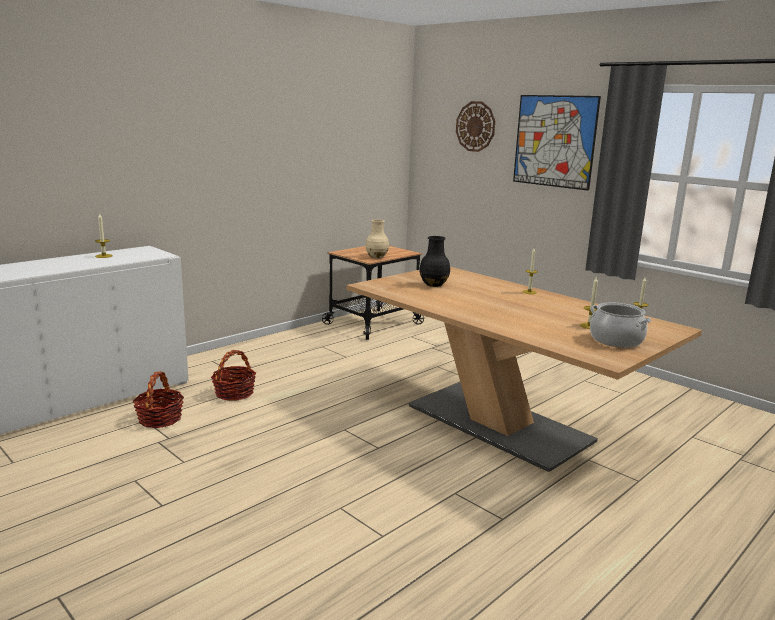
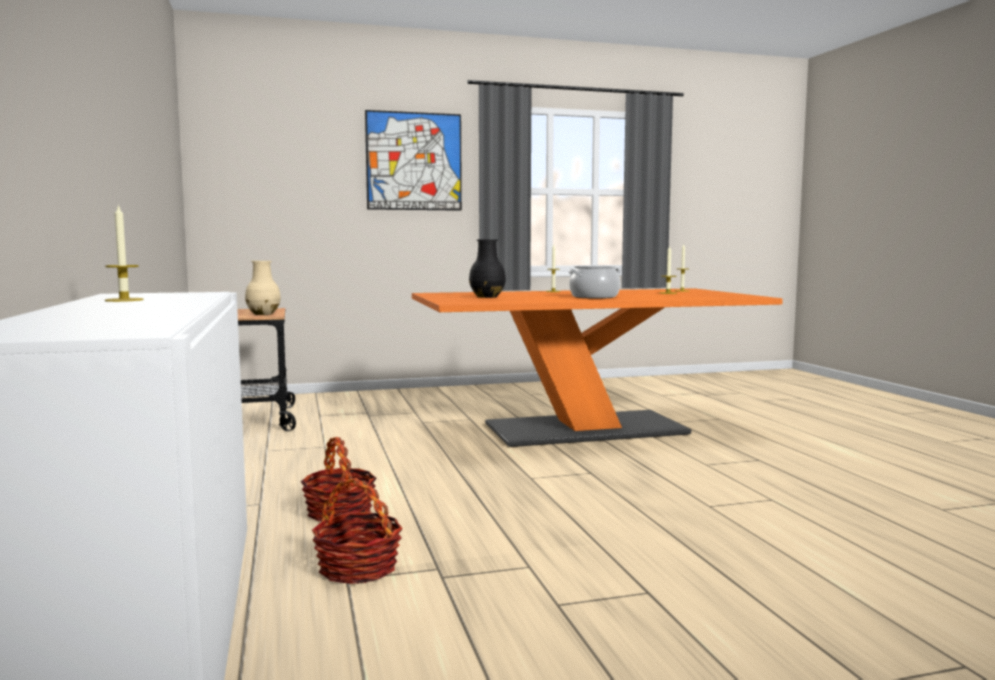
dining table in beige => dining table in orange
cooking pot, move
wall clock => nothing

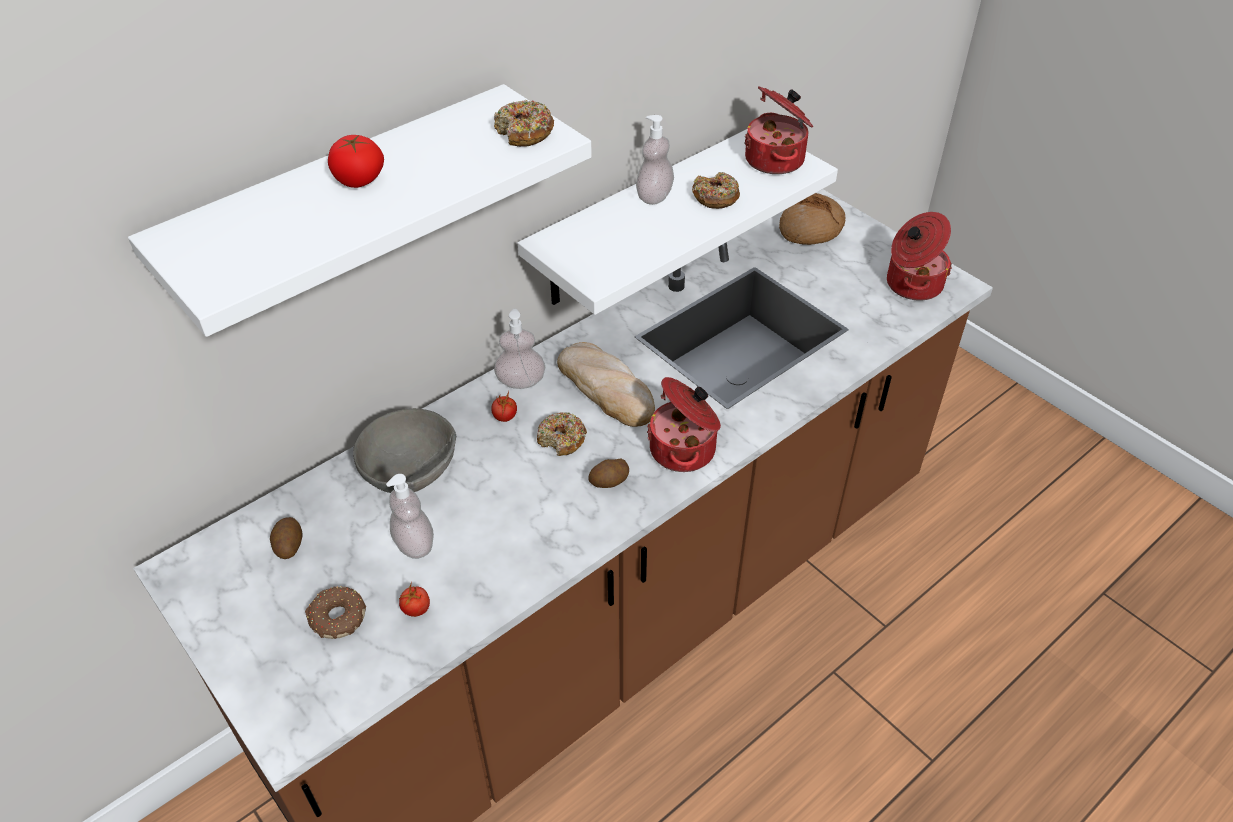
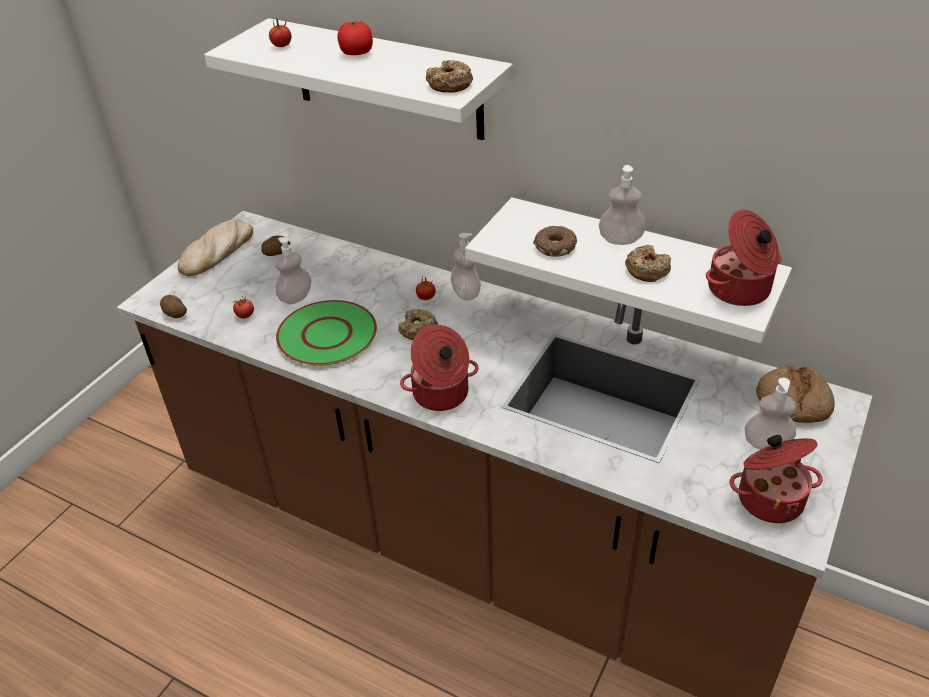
potato (2nd from left in the first image) => potato (1st from left), move
bread (1st from left), move
nothing => tomato (2nd from left)
nothing => plate in green
donut (1st from left in the first image) => donut (3rd from left), move
nothing => soap dispenser (4th from left)
bowl in grey => nothing

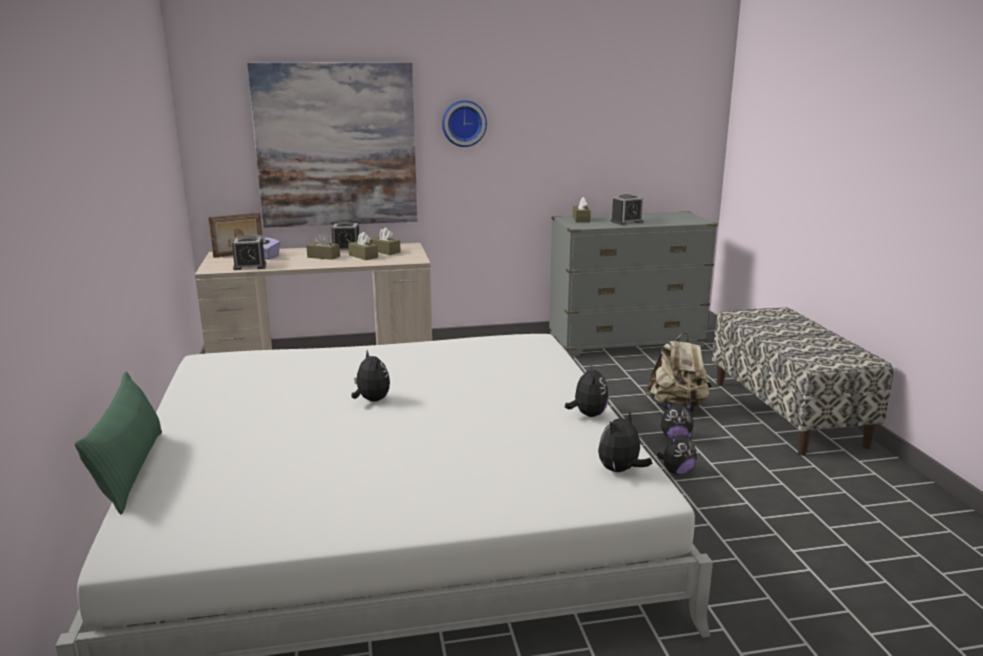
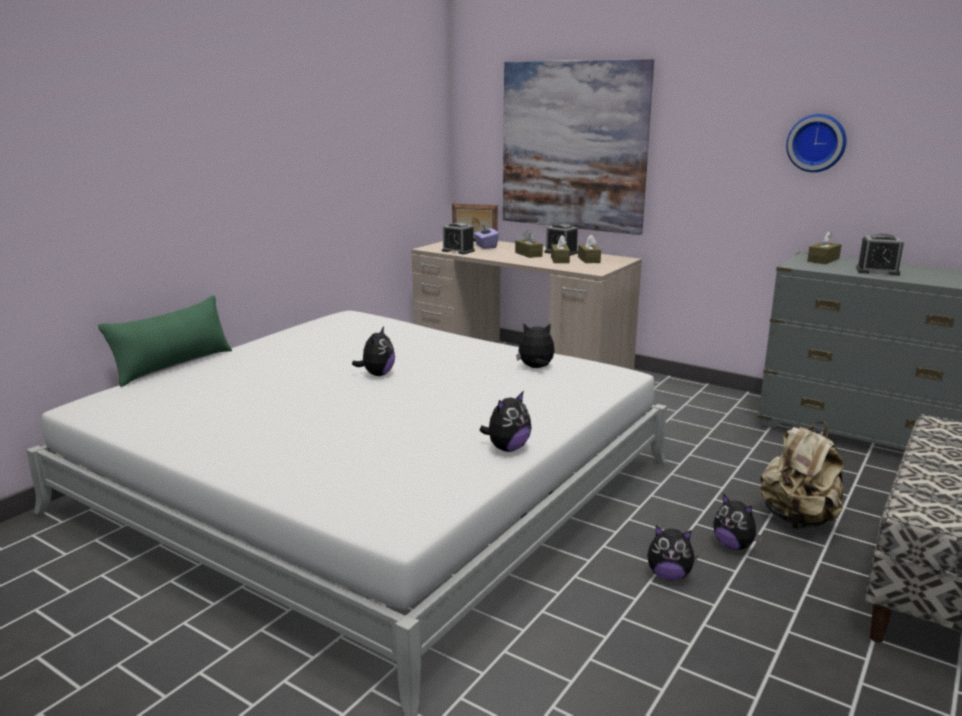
plush toy (3rd from left), move
wall clock, move

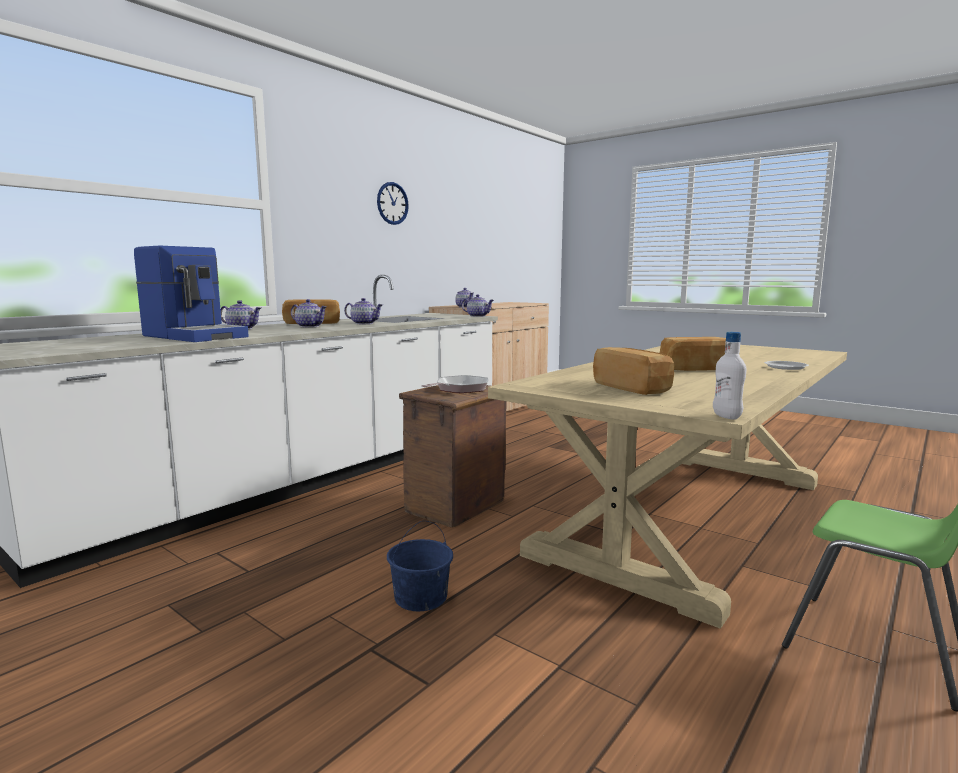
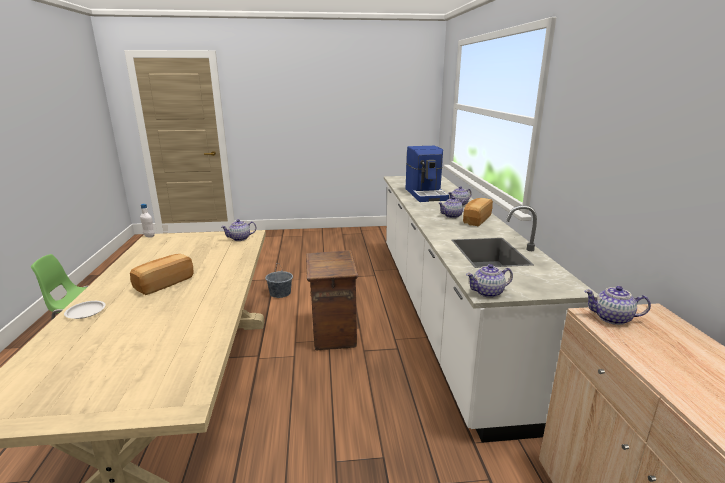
teapot (3rd from left in the first image) => teapot (1st from left), move
bucket in blue => bucket in grey
coffee machine, 90 degrees counterclockwise
wall clock => nothing
frying pan => nothing
bread (2nd from left) => nothing

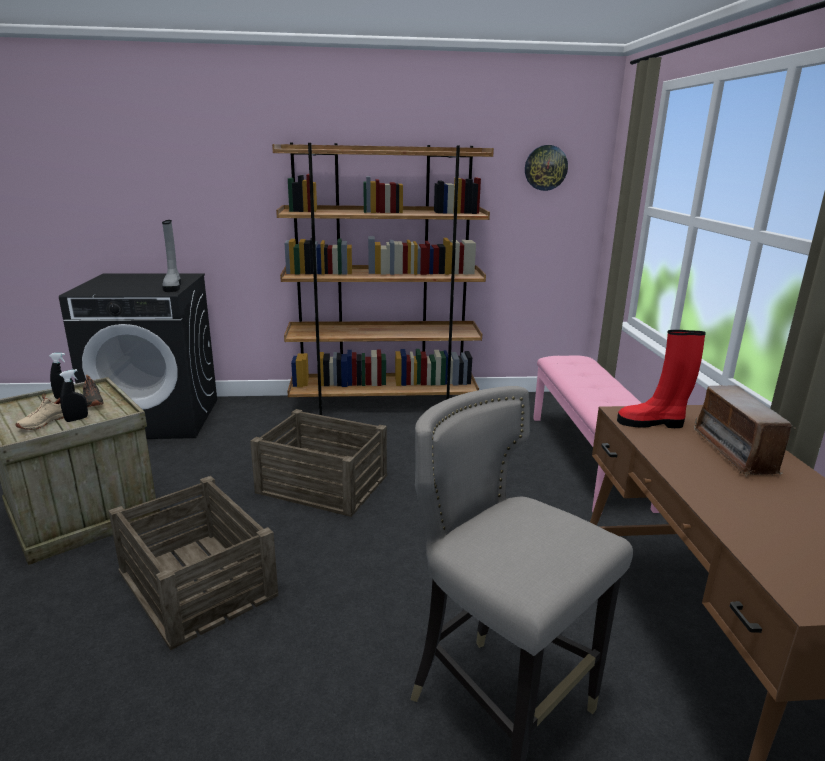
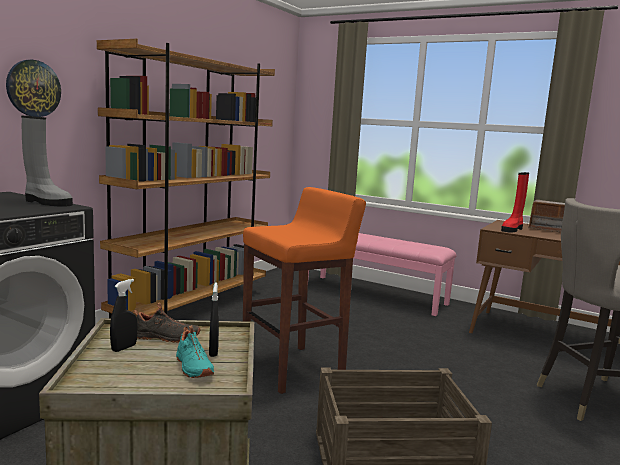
wall clock, move
shoe in beige => shoe in turquoise
crate (3rd from left) => stool in orange

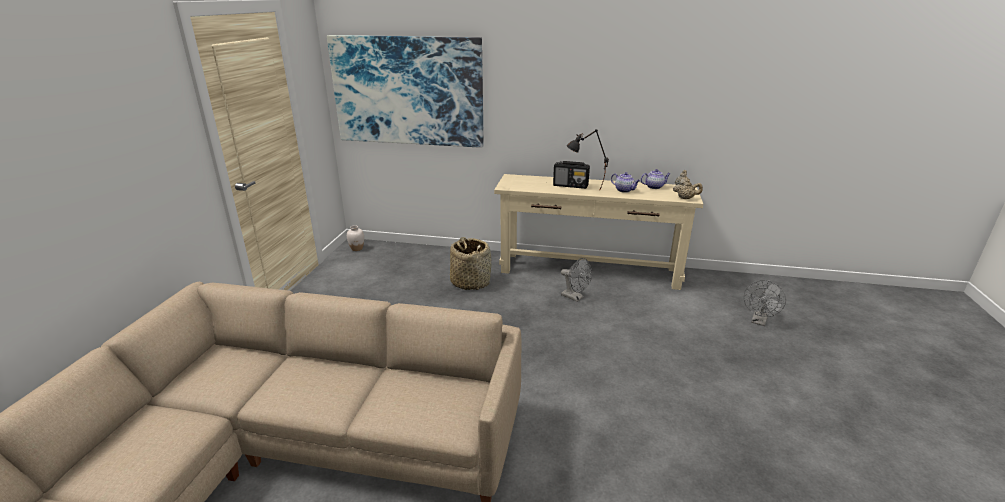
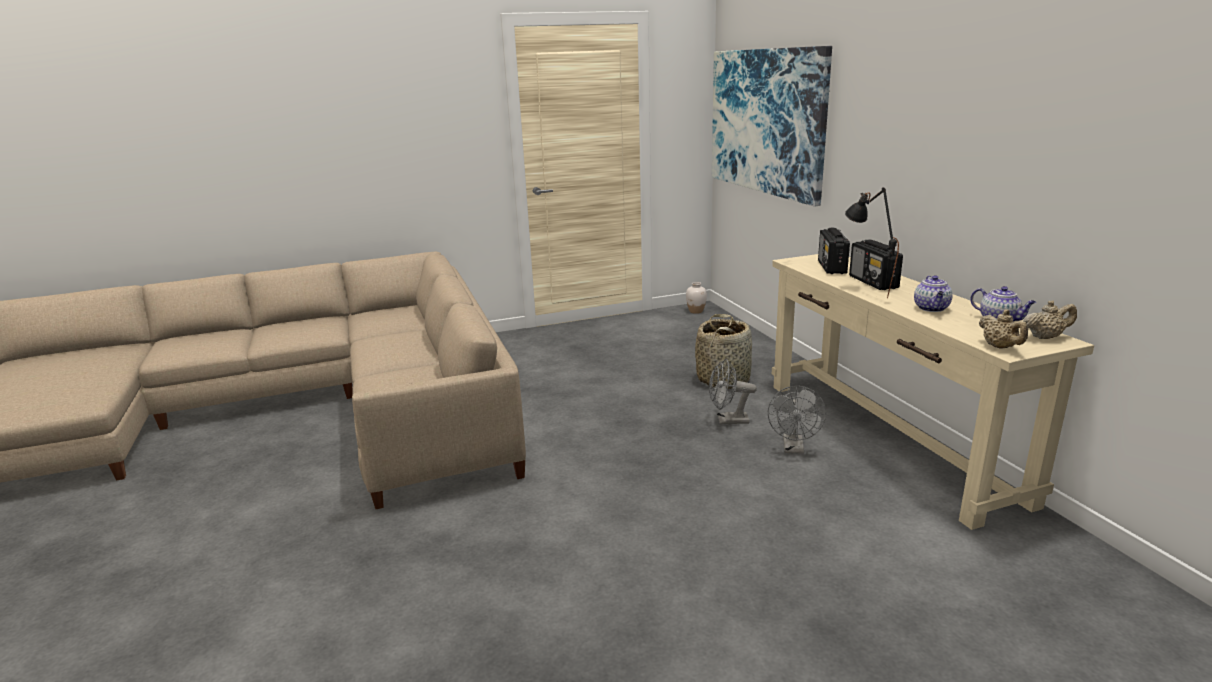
fan in grey (2nd from left in the first image) => fan in grey (1st from left), move
nothing => radio (1st from left)

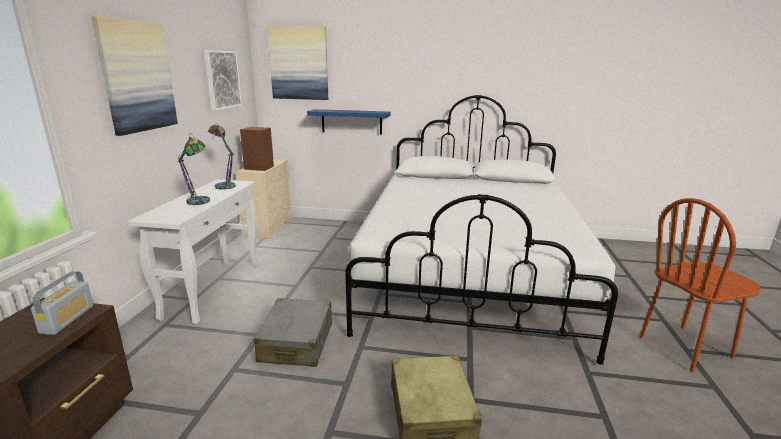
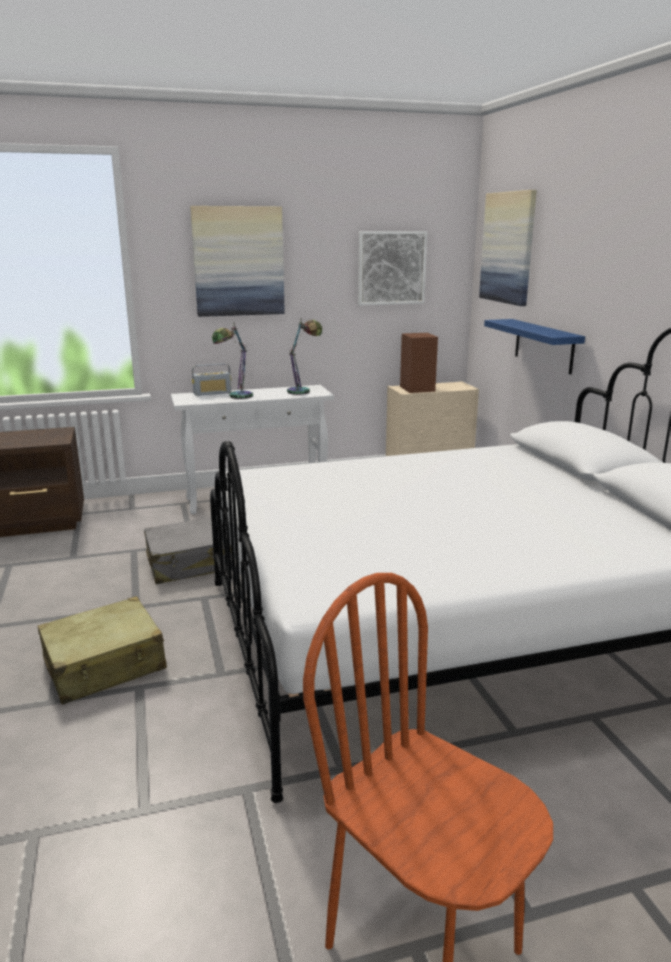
radio, move

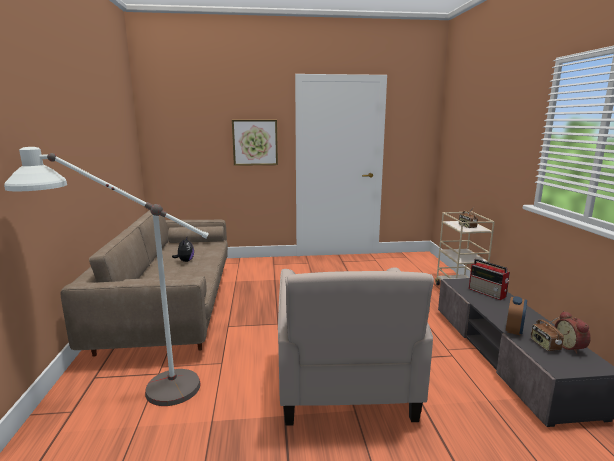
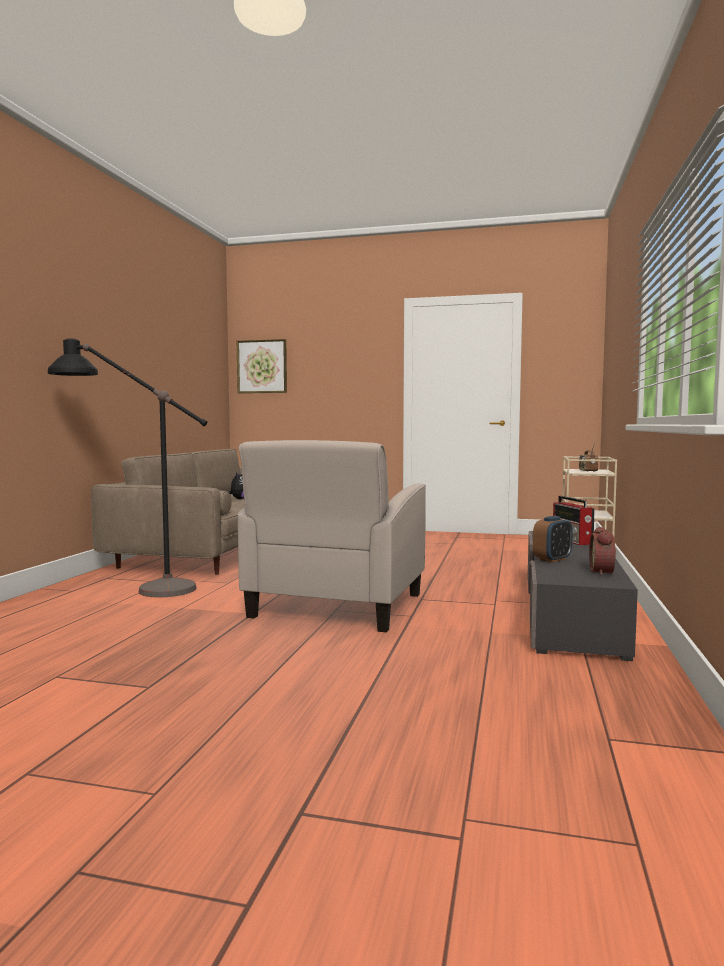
floor lamp in white => floor lamp in black
picture, move
radio (3rd from left) => nothing

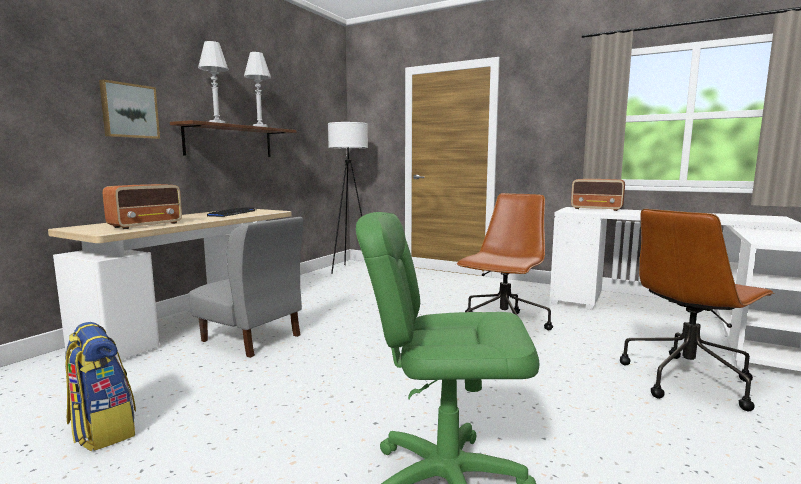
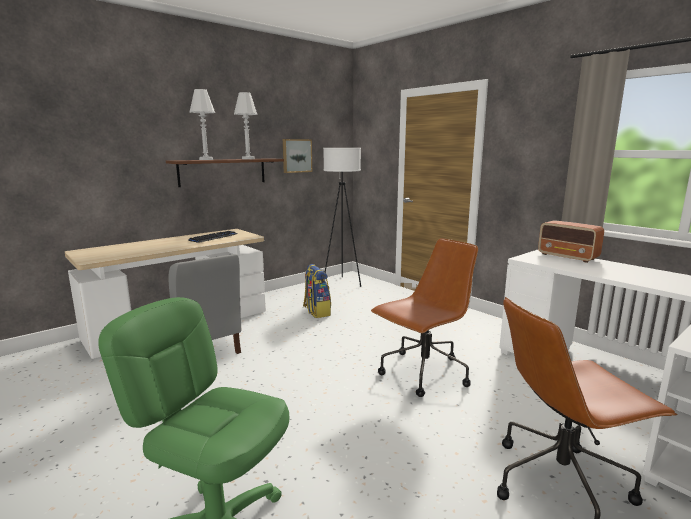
picture, move
backpack, move
radio (1st from left) => nothing

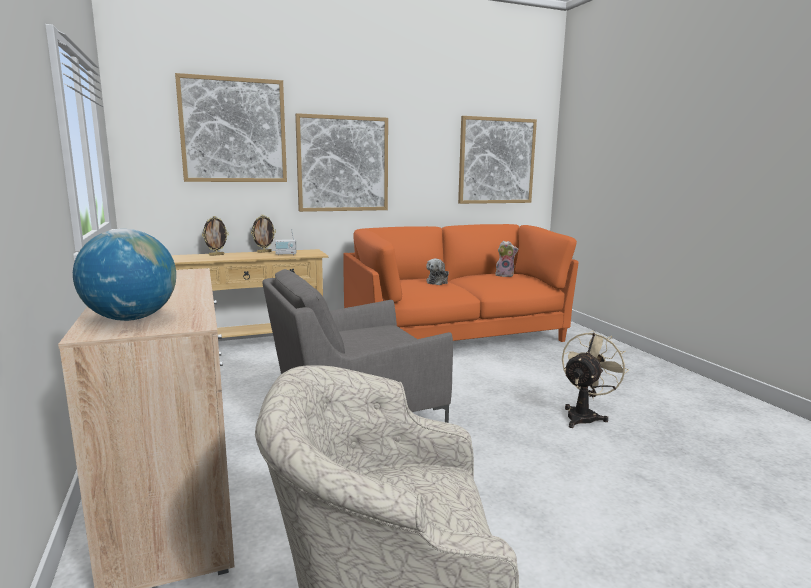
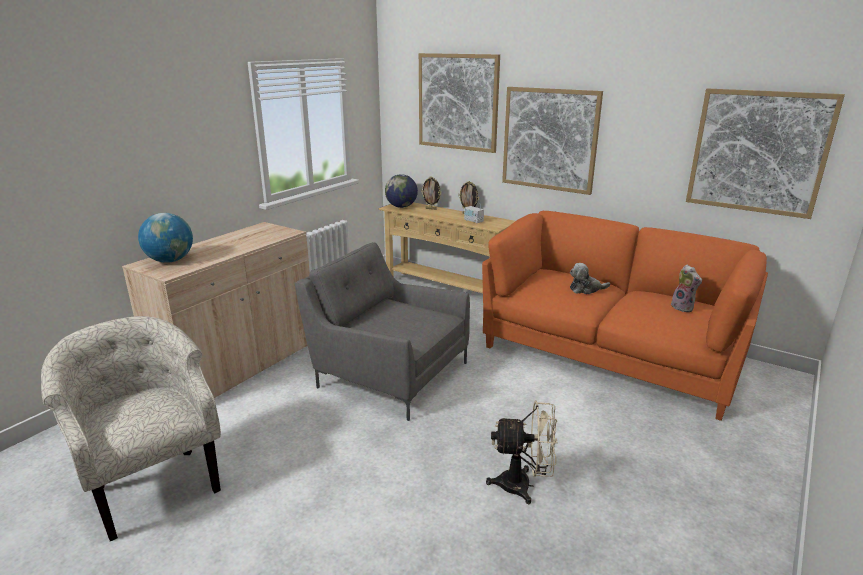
nothing => globe (2nd from left)

